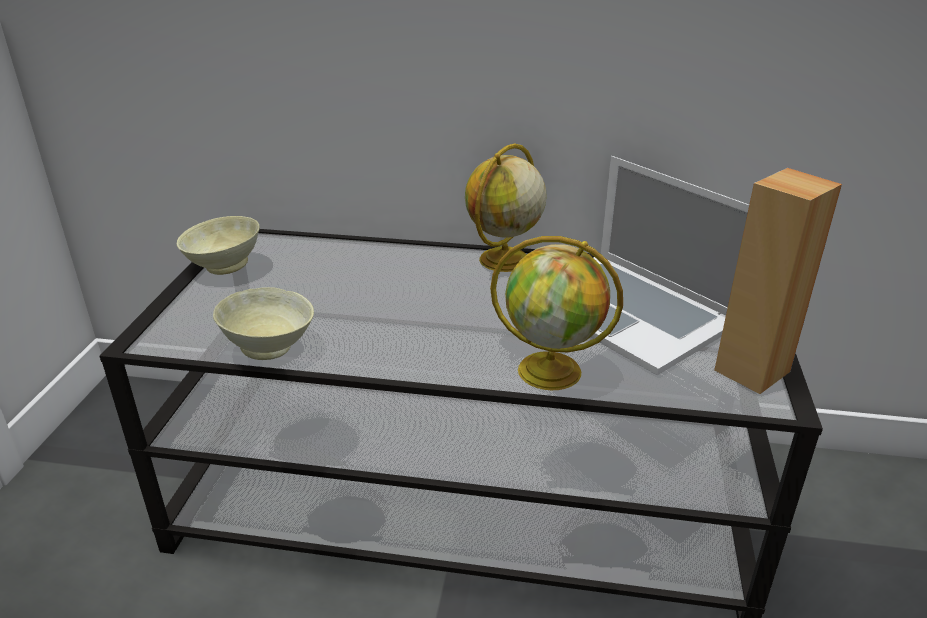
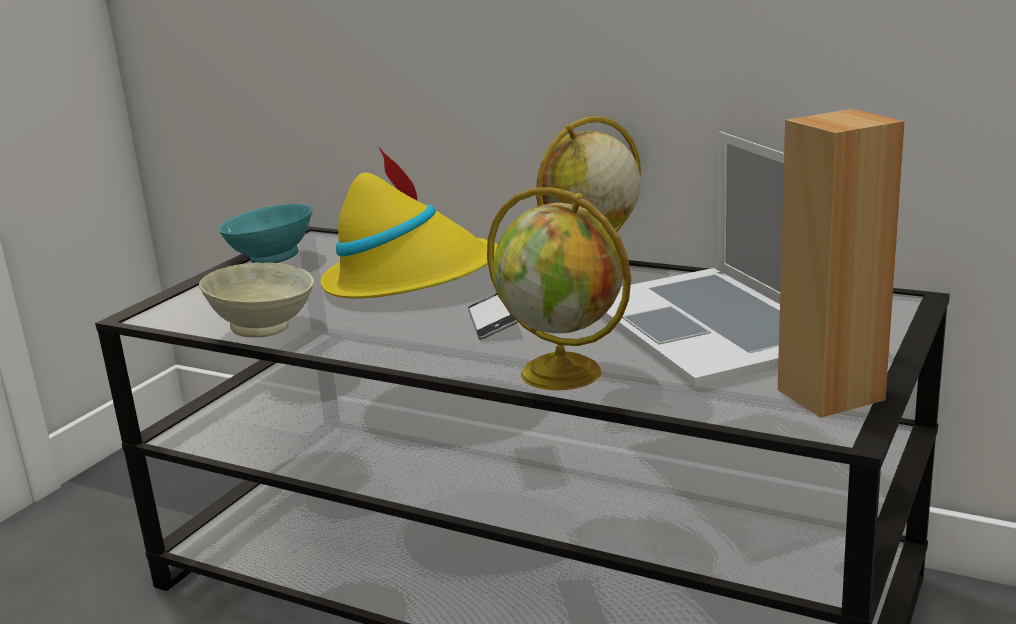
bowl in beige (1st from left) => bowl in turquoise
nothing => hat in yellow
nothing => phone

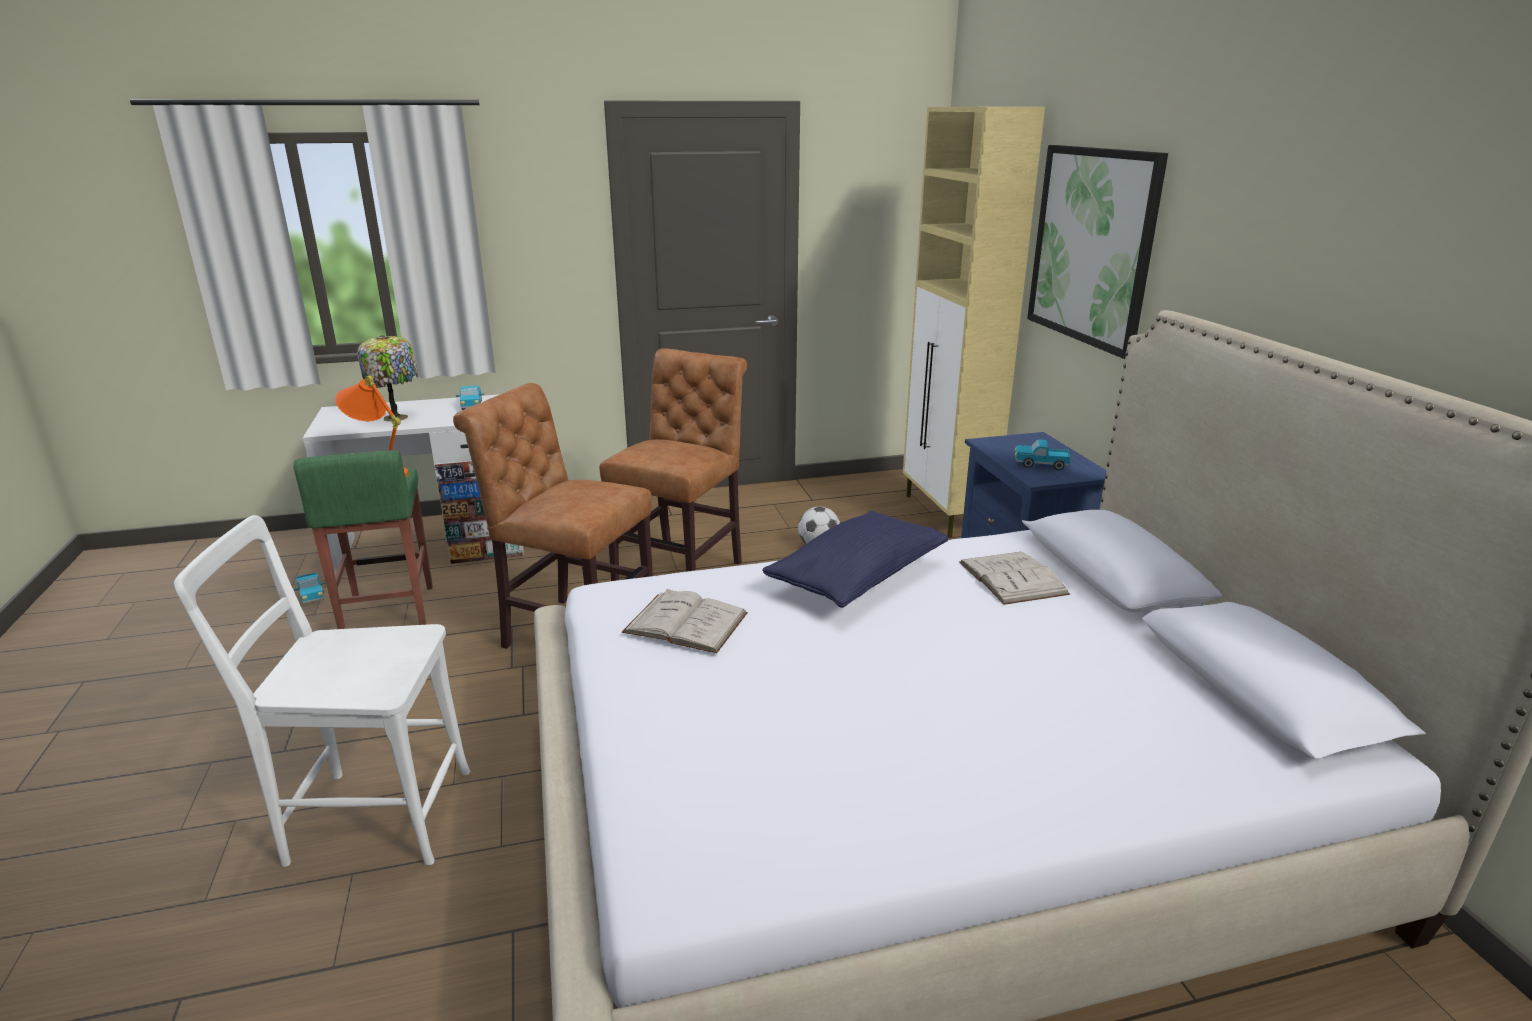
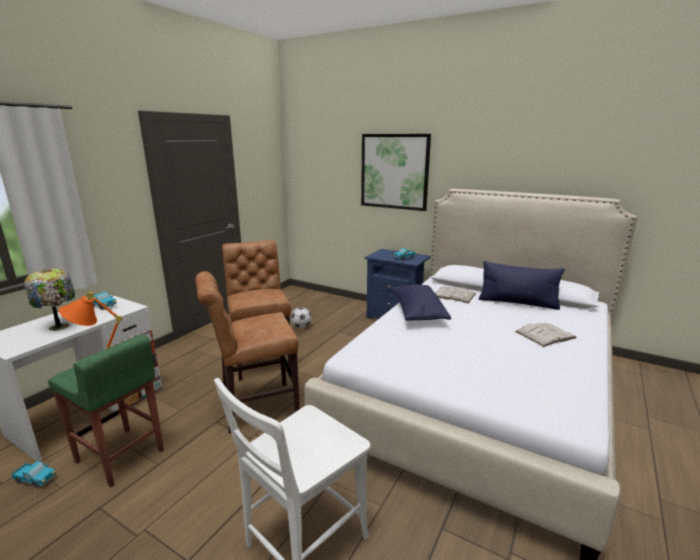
nothing => pillow in blue (2nd from left)
book in white (1st from left in the first image) => book in white (2nd from left), move
cabinet in beige => nothing

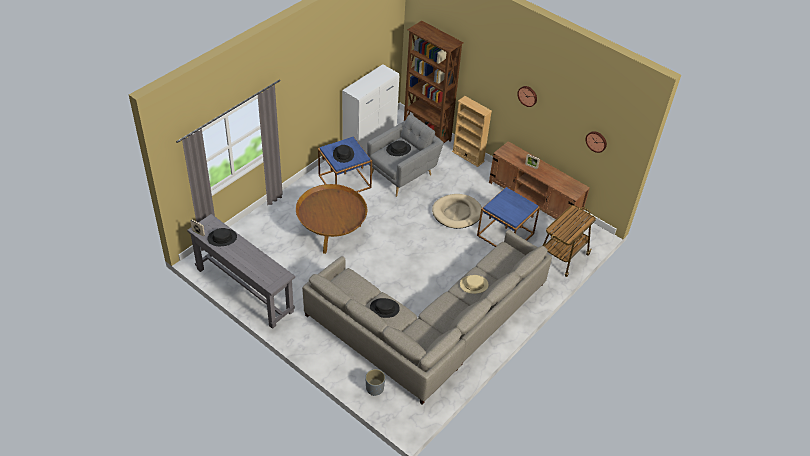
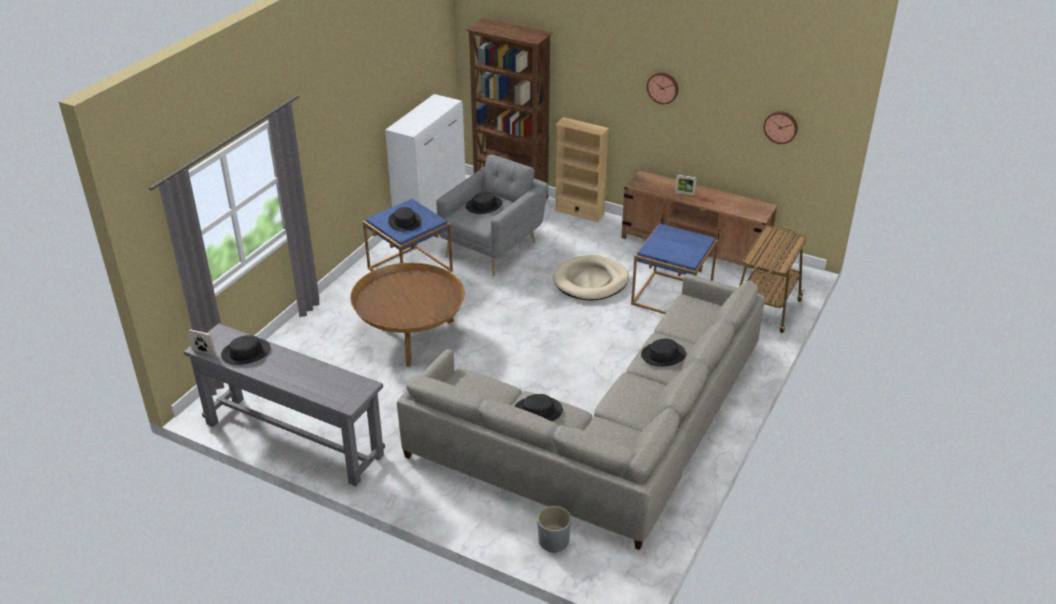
hat in beige => hat in black (5th from left)

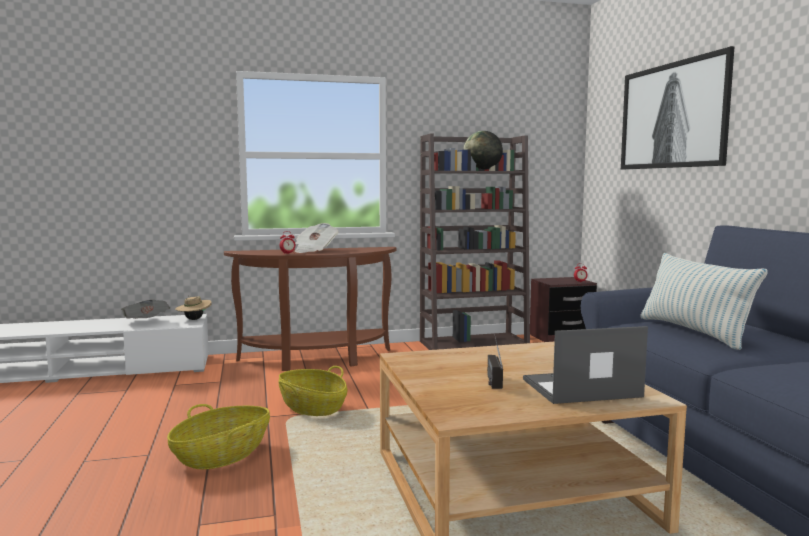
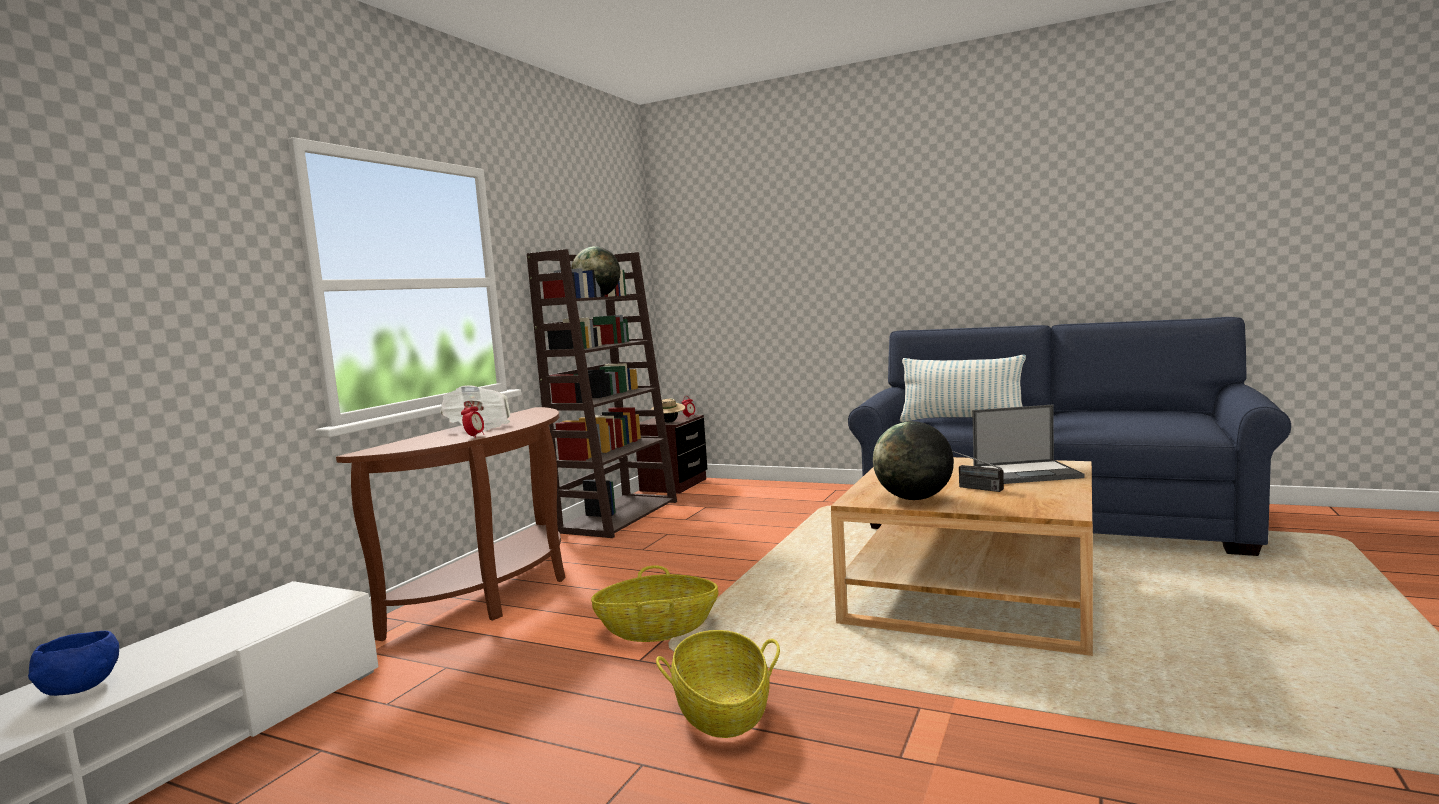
nothing => bowl in blue
hat in beige, move
nothing => globe (2nd from left)
laptop, 120 degrees counterclockwise
newspaper (1st from left) => nothing
picture => nothing

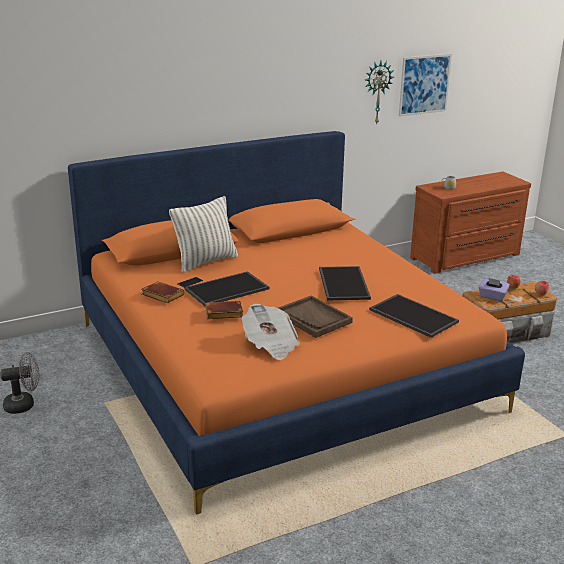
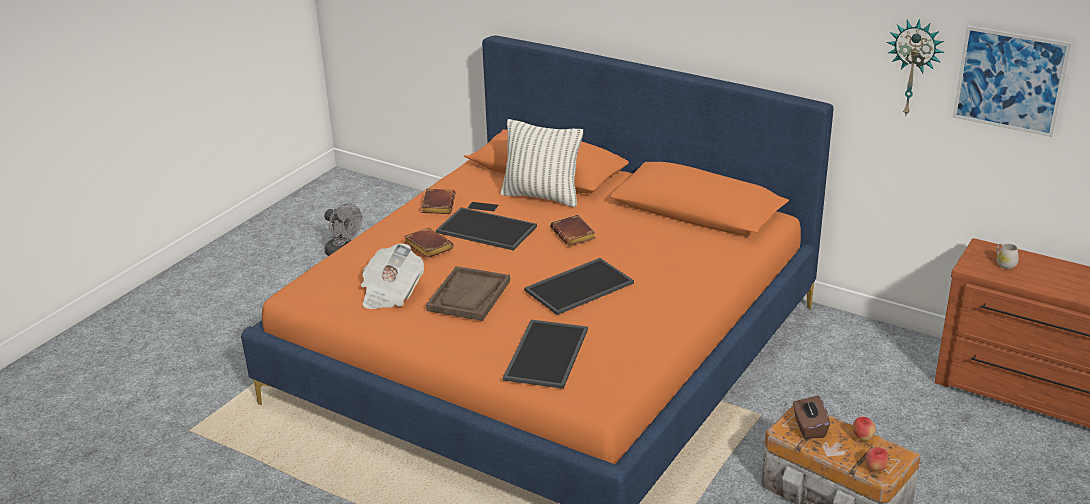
nothing => book in brown (3rd from left)
tissue box in purple => tissue box in brown

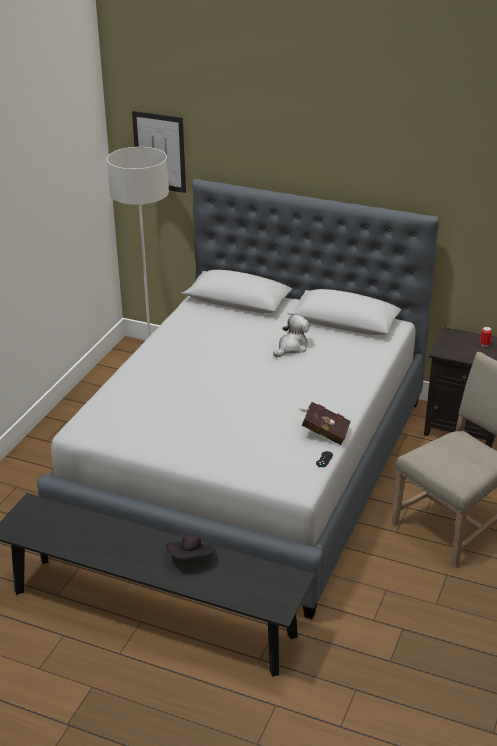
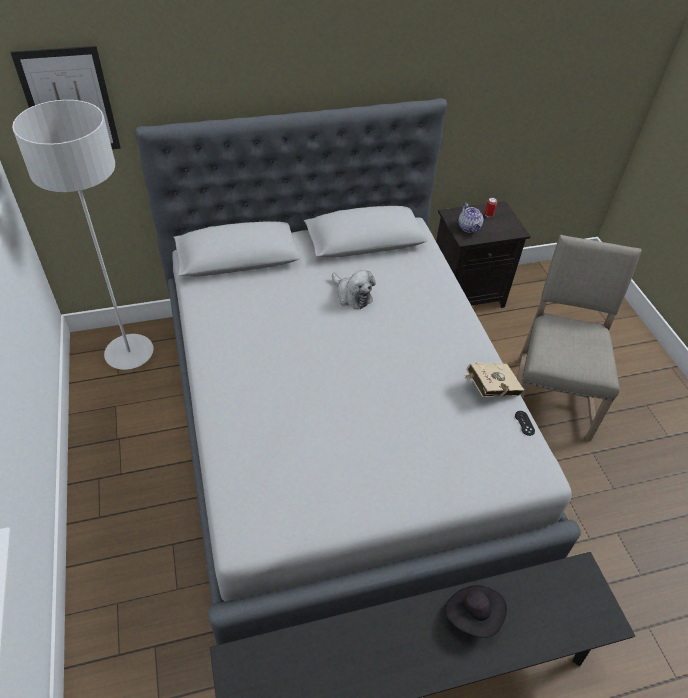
plush toy, 135 degrees clockwise
nothing => teapot
book in red => book in beige

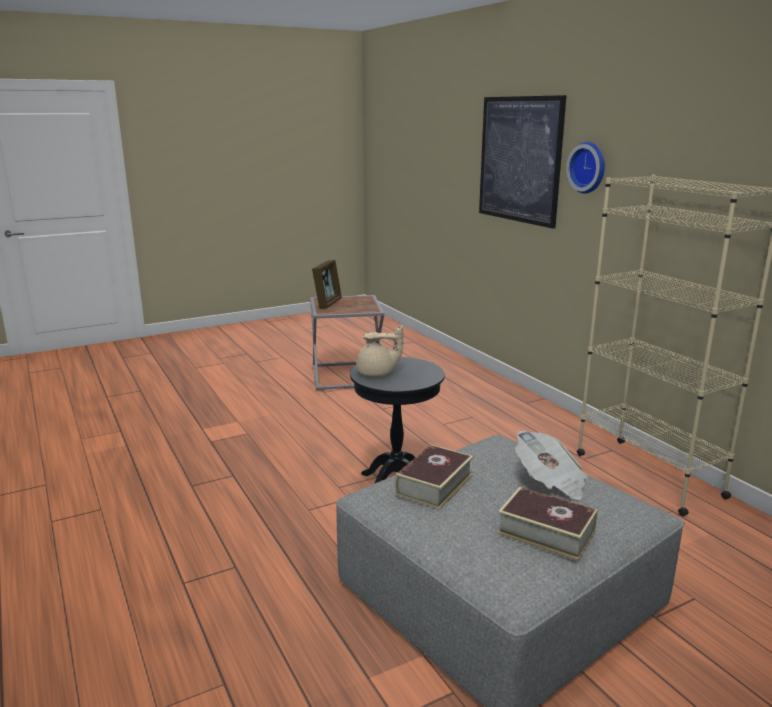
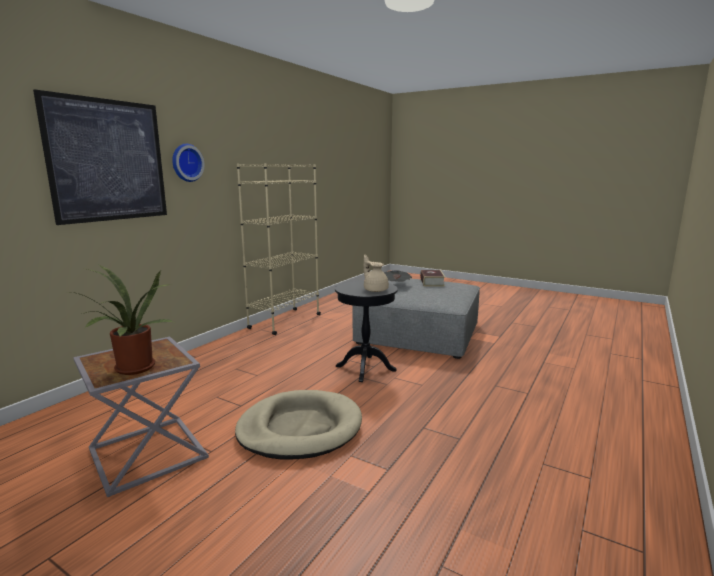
picture frame => potted plant
nothing => dog bed in beige
book (1st from left) => nothing

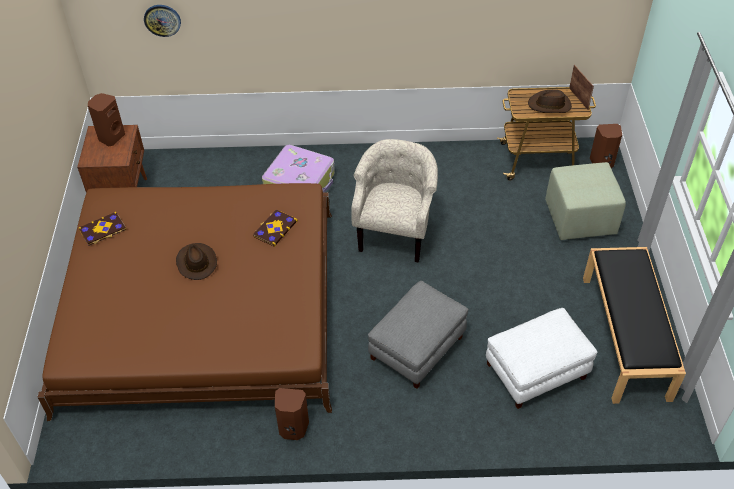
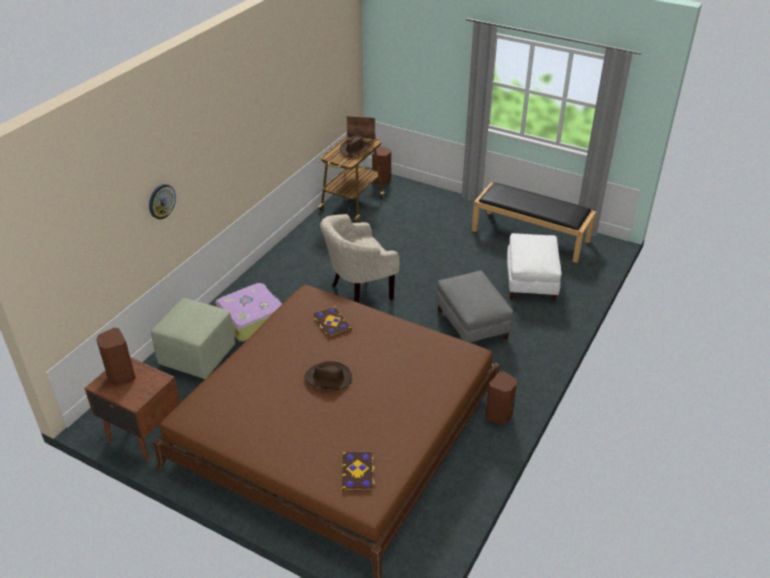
wall clock, move
ottoman in green, move
armchair in beige, 75 degrees counterclockwise
book (1st from left in the first image) => book (2nd from left), move

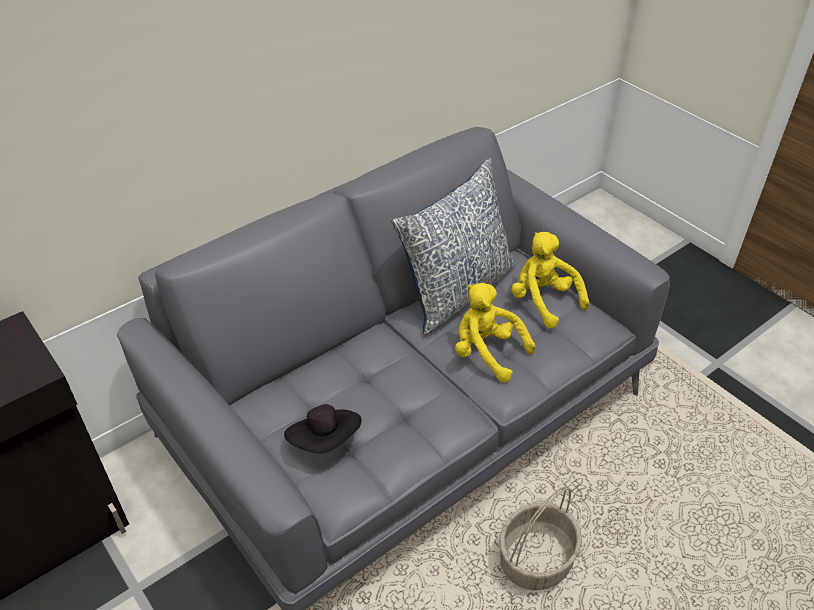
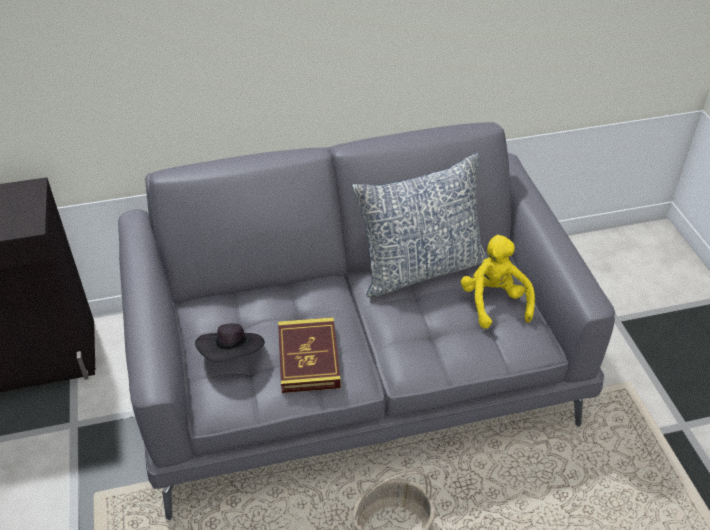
nothing => book
plush toy in yellow (1st from left) => nothing

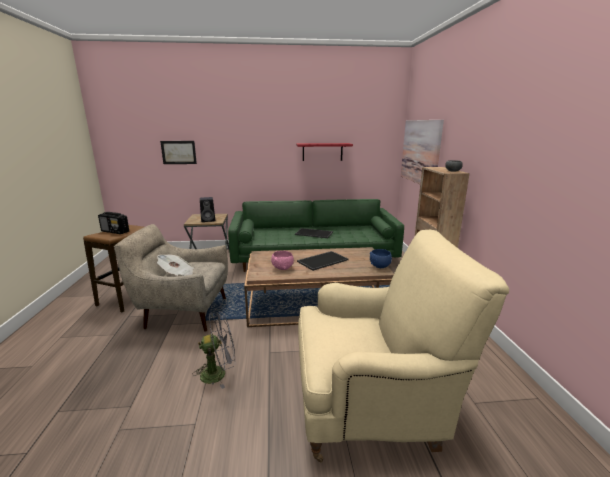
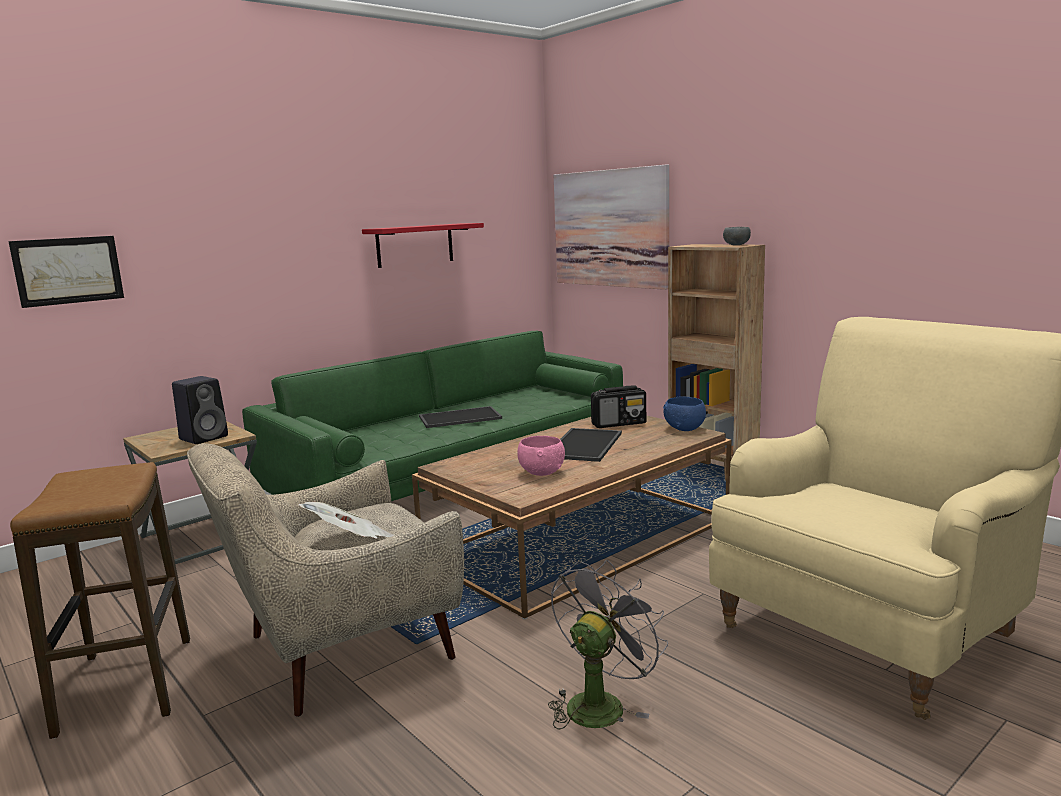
radio, move

